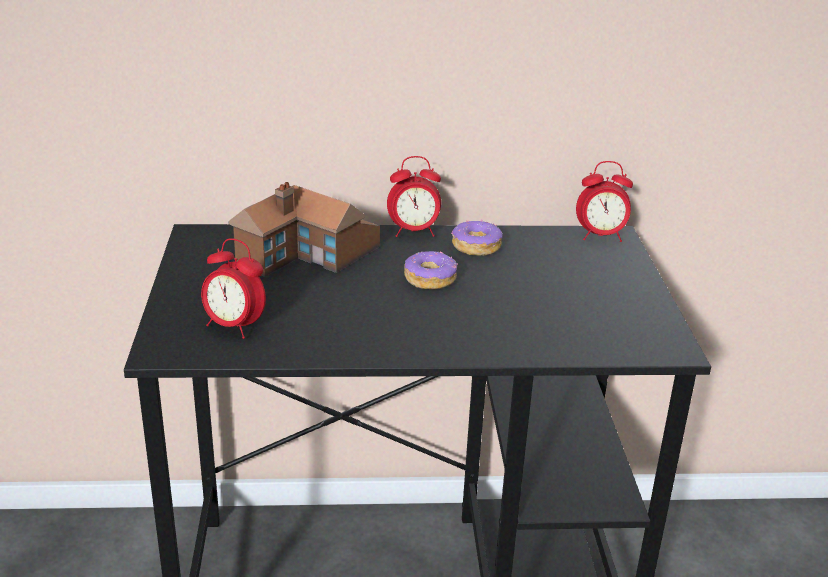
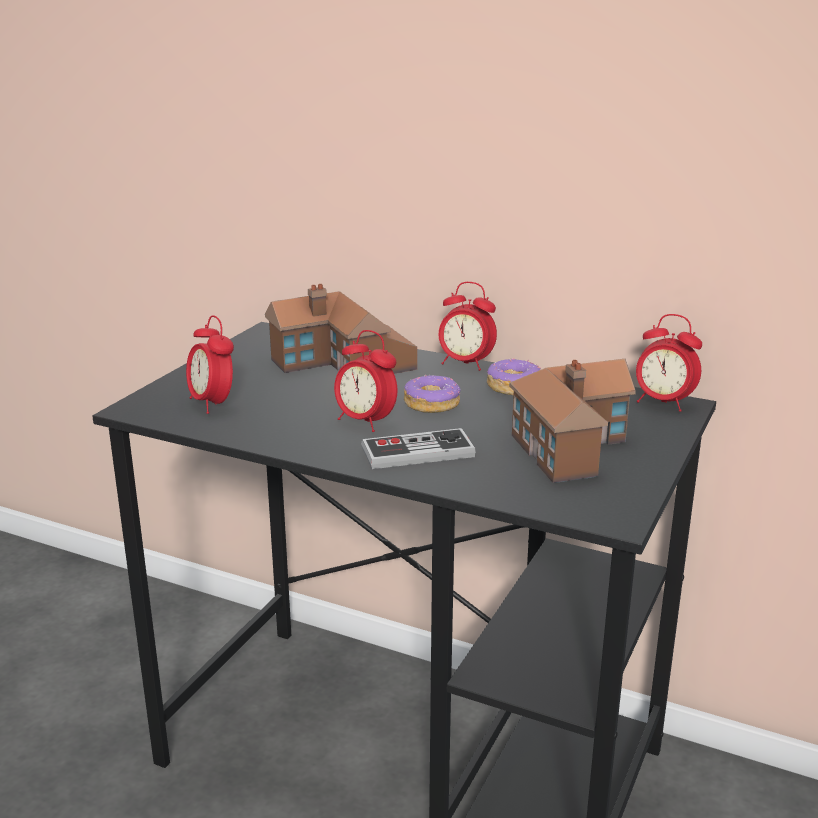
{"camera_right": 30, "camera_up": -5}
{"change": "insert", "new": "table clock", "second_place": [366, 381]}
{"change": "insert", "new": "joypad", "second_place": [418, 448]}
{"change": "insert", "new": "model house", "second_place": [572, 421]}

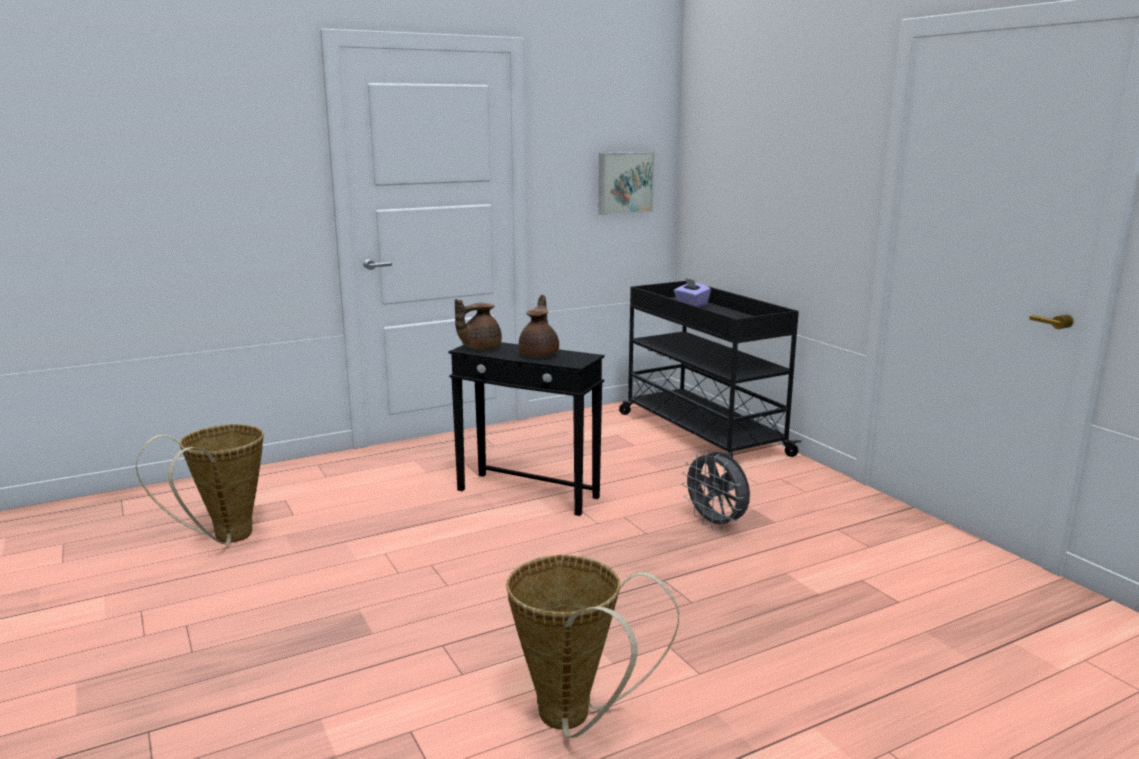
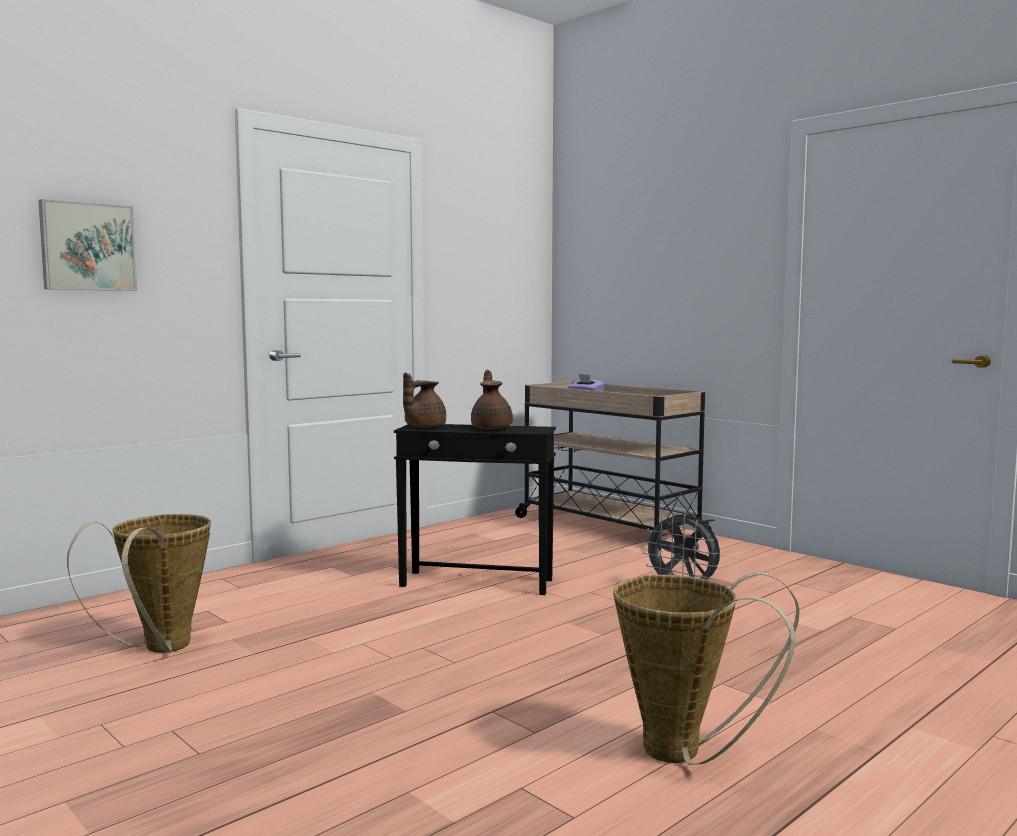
{"camera_right": -15, "camera_up": -10}
{"change": "move", "old": "wall art", "first_place": [626, 183], "second_place": [87, 245]}
{"change": "recolor", "old": "black wheeled cart", "new": "beige-coloured wheeled cart", "first_place": [710, 376], "second_place": [615, 465]}

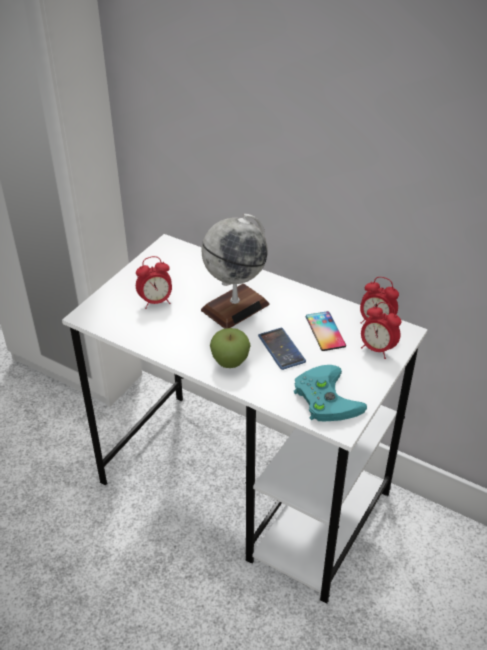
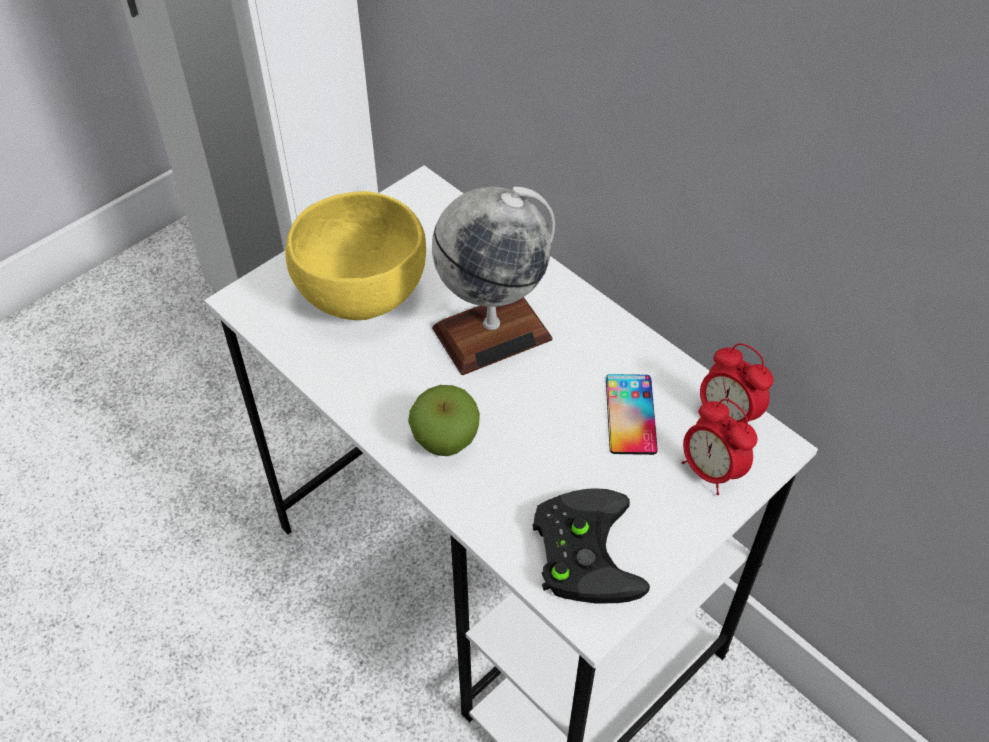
{"camera_right": 15, "camera_up": 10}
{"change": "replace", "old": "table clock", "new": "yellow serving bowl", "first_place": [154, 282], "second_place": [355, 255]}
{"change": "recolor", "old": "turquoise-coloured joypad", "new": "black joypad", "first_place": [330, 393], "second_place": [591, 546]}
{"change": "delete", "old": "phone", "first_place": [282, 349]}

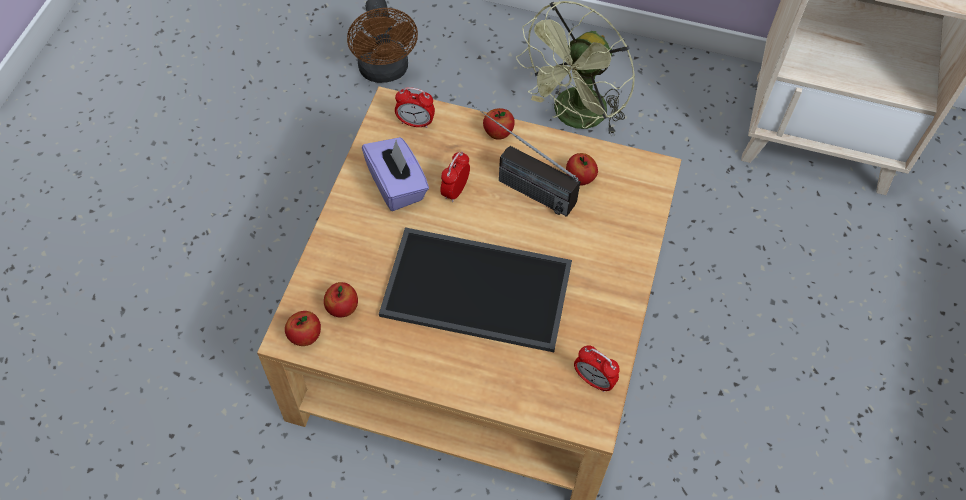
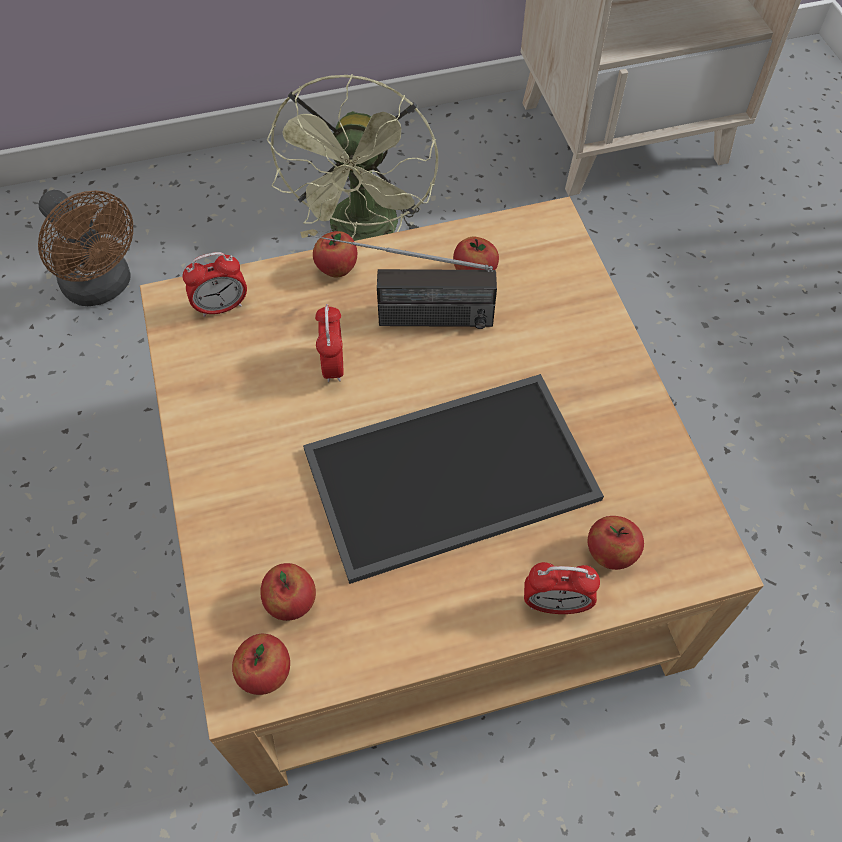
{"camera_right": -30, "camera_up": 0}
{"change": "move", "old": "table clock", "first_place": [597, 368], "second_place": [562, 588]}
{"change": "insert", "new": "apple fruit", "second_place": [615, 543]}
{"change": "delete", "old": "purplish box of tissues", "first_place": [395, 174]}

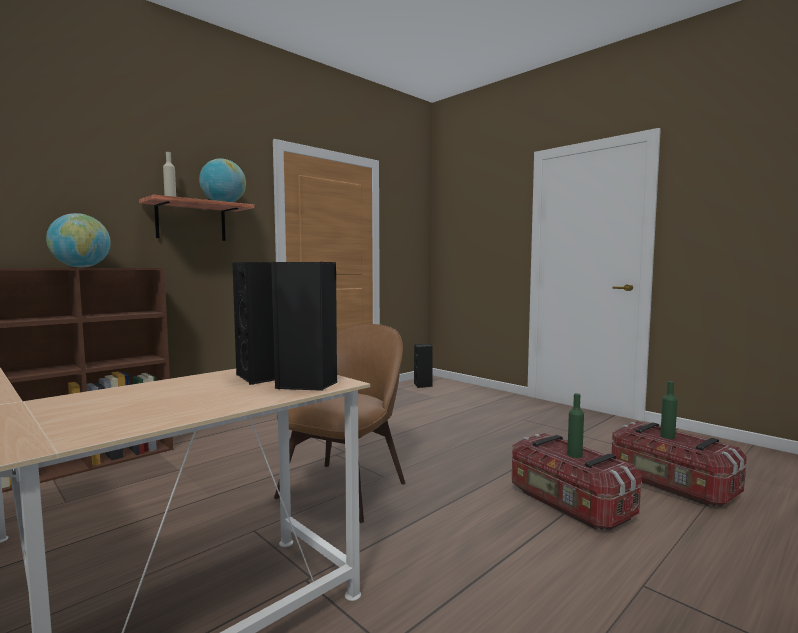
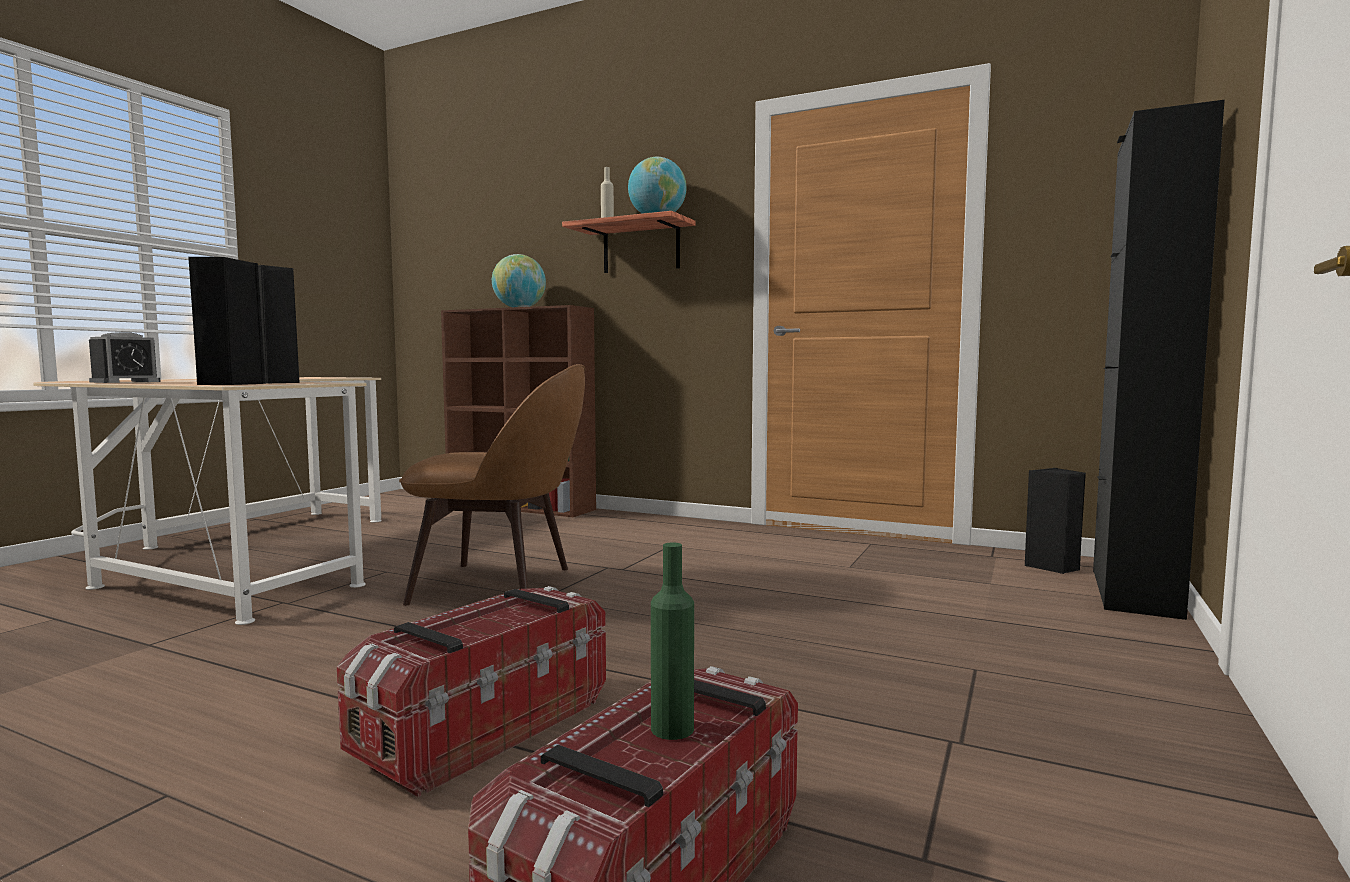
{"camera_right": 70, "camera_up": 0}
{"change": "insert", "new": "table clock", "second_place": [125, 357]}
{"change": "insert", "new": "black storage cabinet", "second_place": [1159, 360]}
{"change": "delete", "old": "greenish beverage bottle", "first_place": [575, 425]}

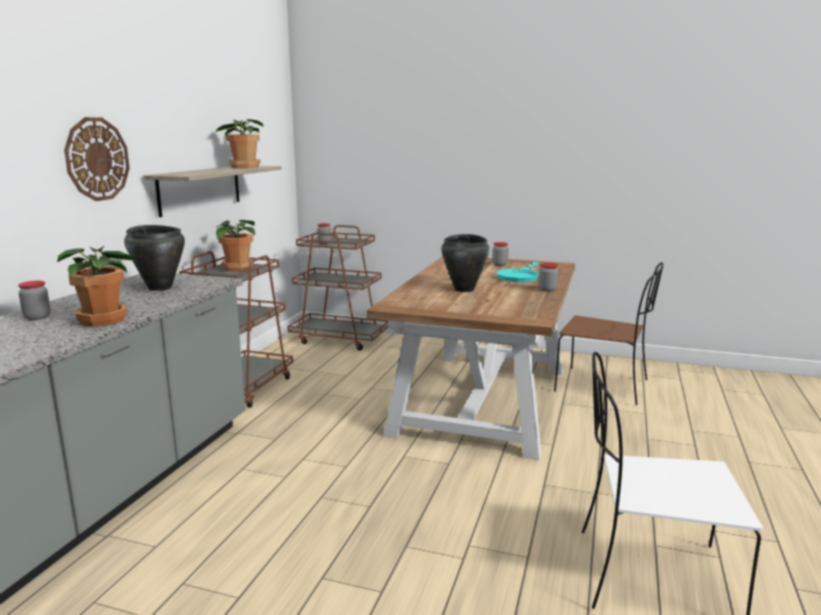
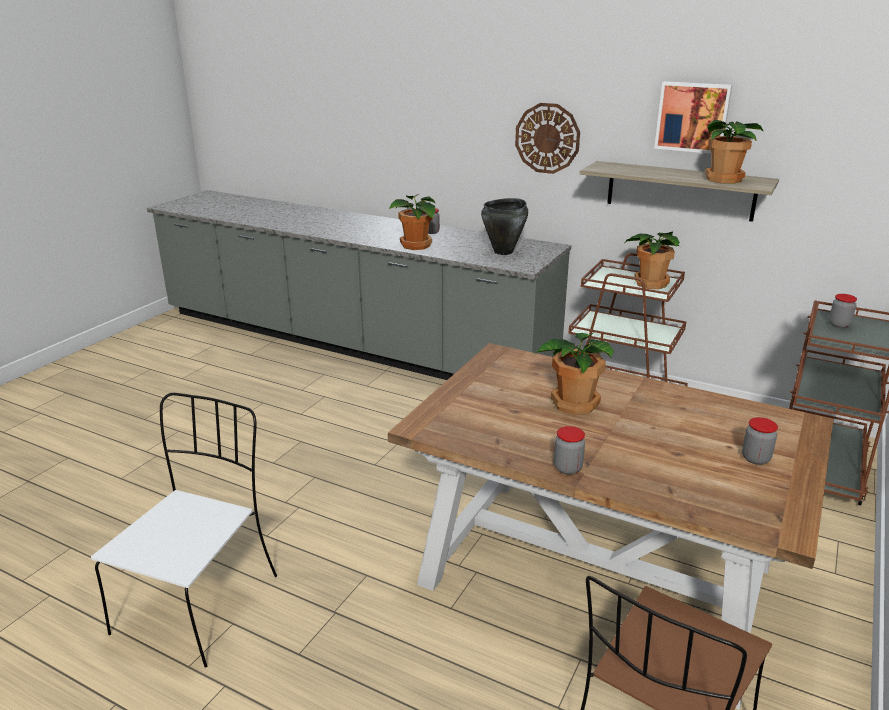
{"camera_right": 100, "camera_up": 10}
{"change": "replace", "old": "black saucepot", "new": "houseplant", "first_place": [465, 263], "second_place": [574, 373]}
{"change": "insert", "new": "wall art", "second_place": [693, 117]}
{"change": "delete", "old": "turquoise-coloured pan", "first_place": [517, 272]}

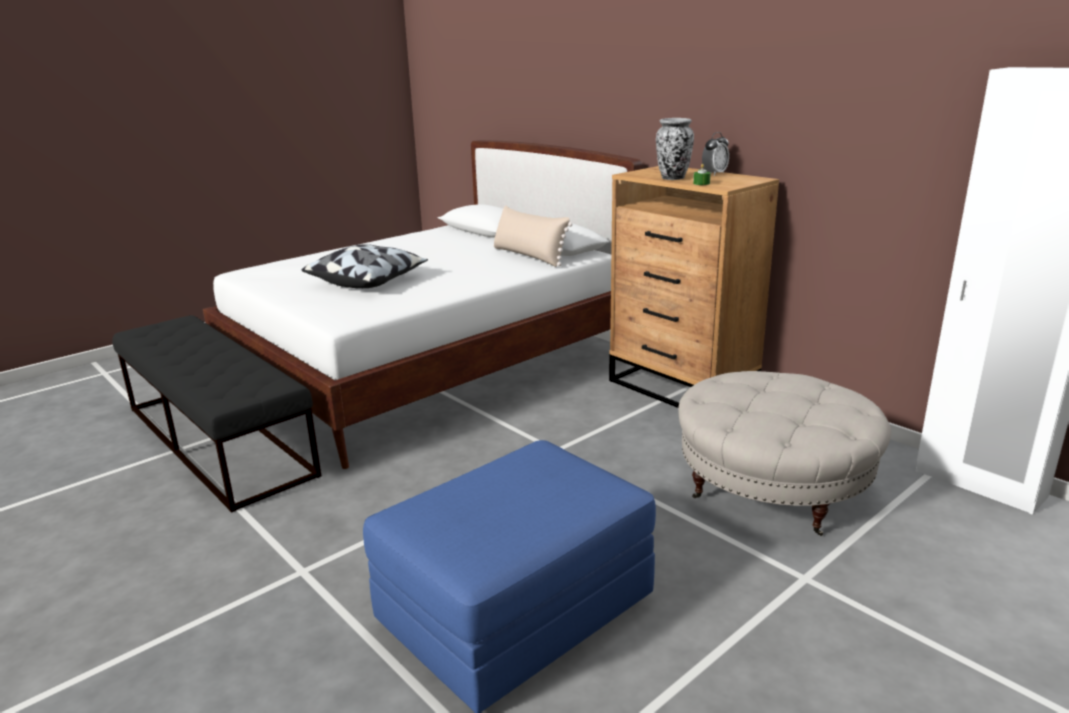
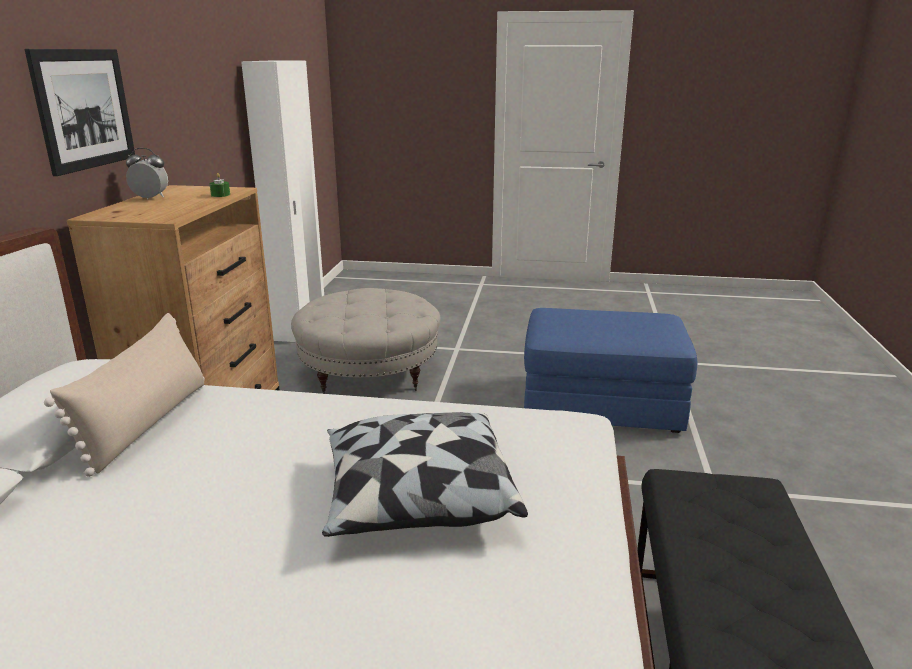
{"camera_right": -130, "camera_up": 0}
{"change": "insert", "new": "wall art", "second_place": [80, 112]}
{"change": "delete", "old": "flower vase", "first_place": [675, 149]}

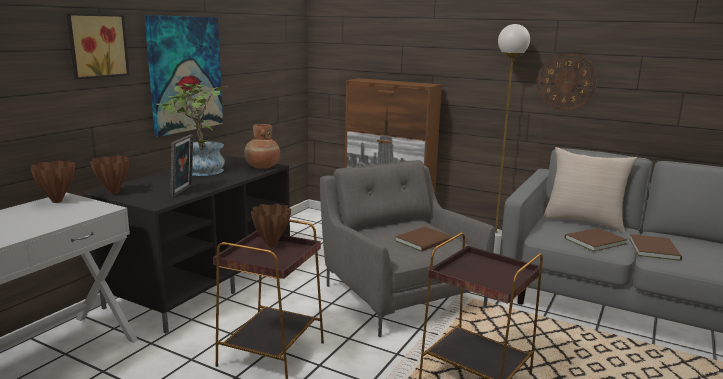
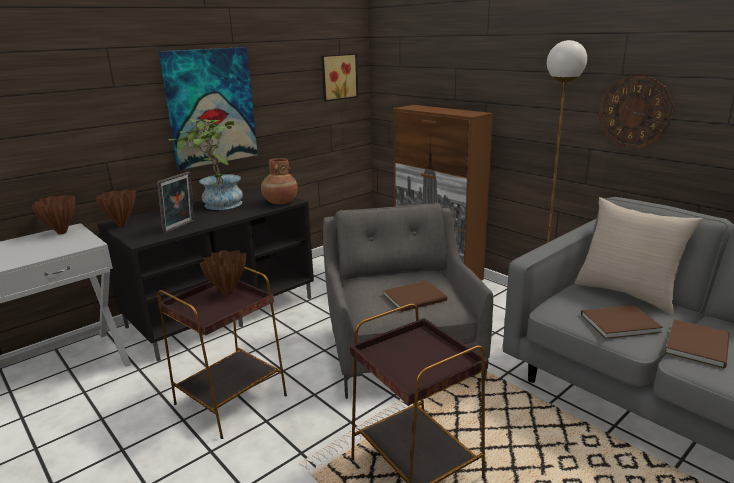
{"camera_right": 20, "camera_up": 5}
{"change": "move", "old": "wall art", "first_place": [98, 46], "second_place": [339, 77]}

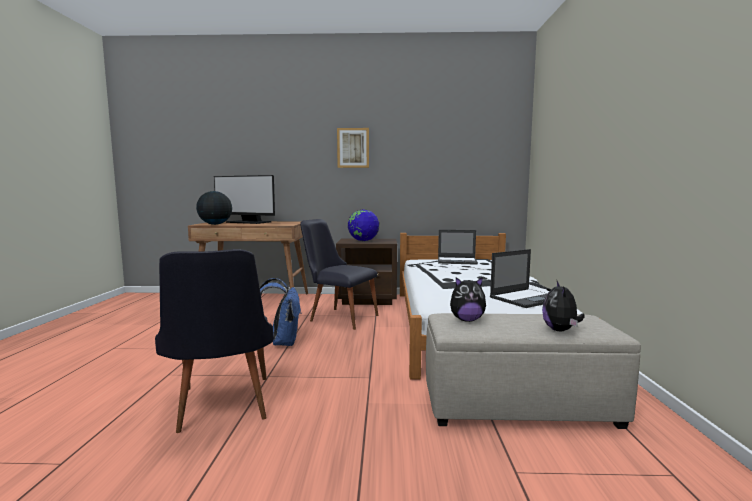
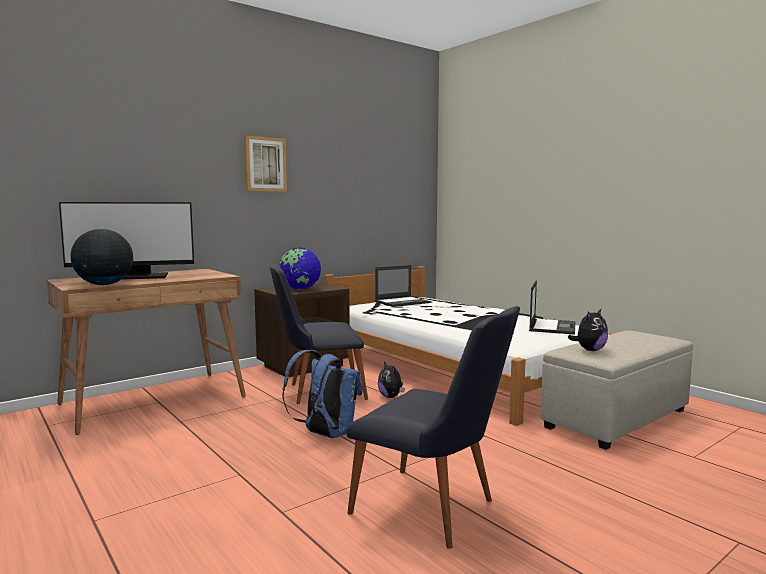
{"camera_right": -40, "camera_up": 0}
{"change": "move", "old": "cuddly toy", "first_place": [563, 306], "second_place": [391, 379]}

